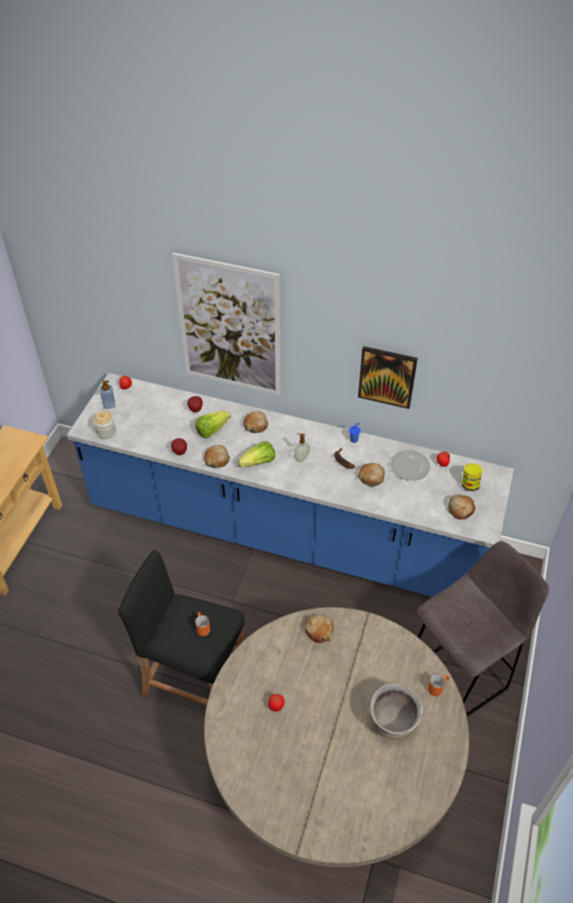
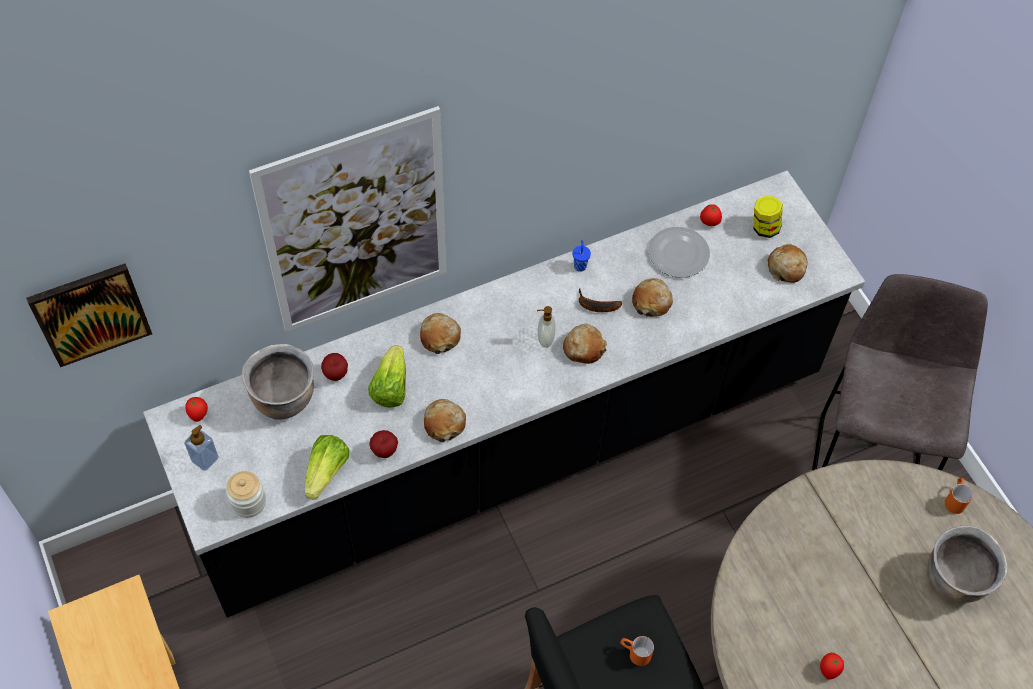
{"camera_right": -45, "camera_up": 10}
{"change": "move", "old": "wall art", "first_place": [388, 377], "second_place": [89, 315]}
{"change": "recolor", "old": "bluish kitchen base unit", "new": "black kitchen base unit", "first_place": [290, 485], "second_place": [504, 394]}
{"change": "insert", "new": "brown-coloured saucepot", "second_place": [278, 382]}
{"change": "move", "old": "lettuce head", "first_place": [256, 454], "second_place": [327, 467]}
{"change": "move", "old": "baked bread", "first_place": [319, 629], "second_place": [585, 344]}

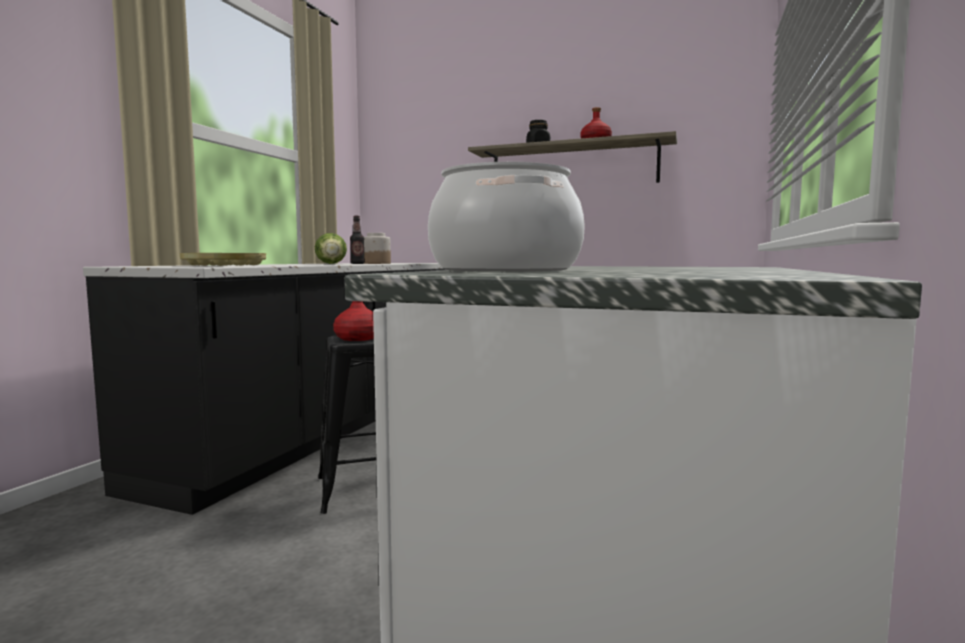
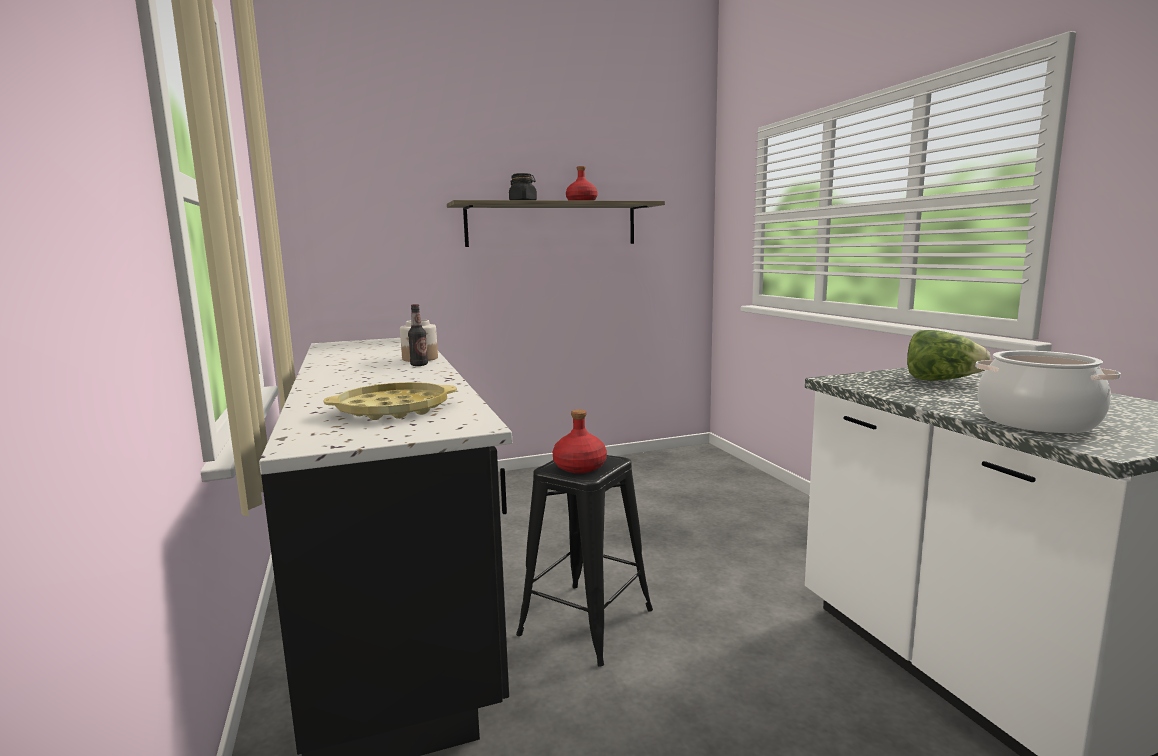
{"camera_right": -40, "camera_up": 5}
{"change": "move", "old": "lettuce head", "first_place": [331, 248], "second_place": [949, 355]}

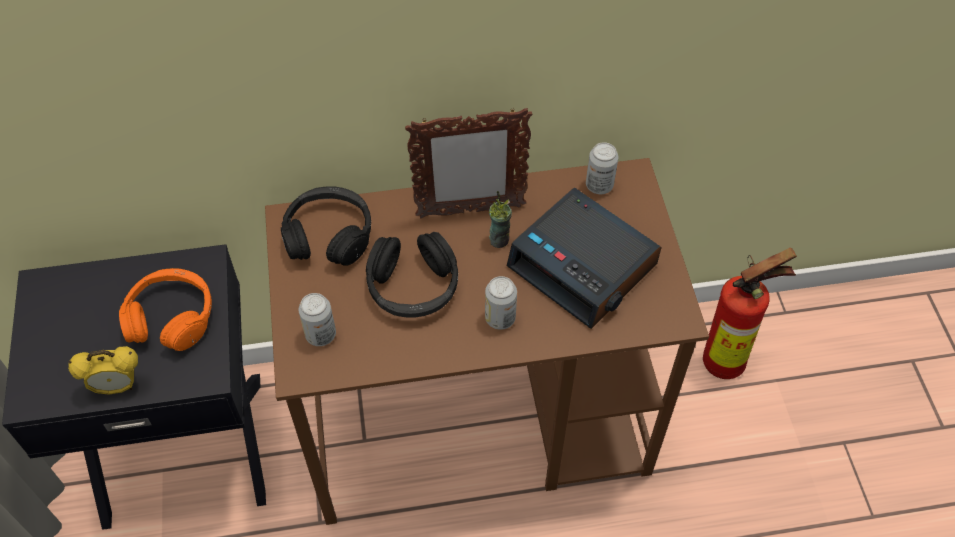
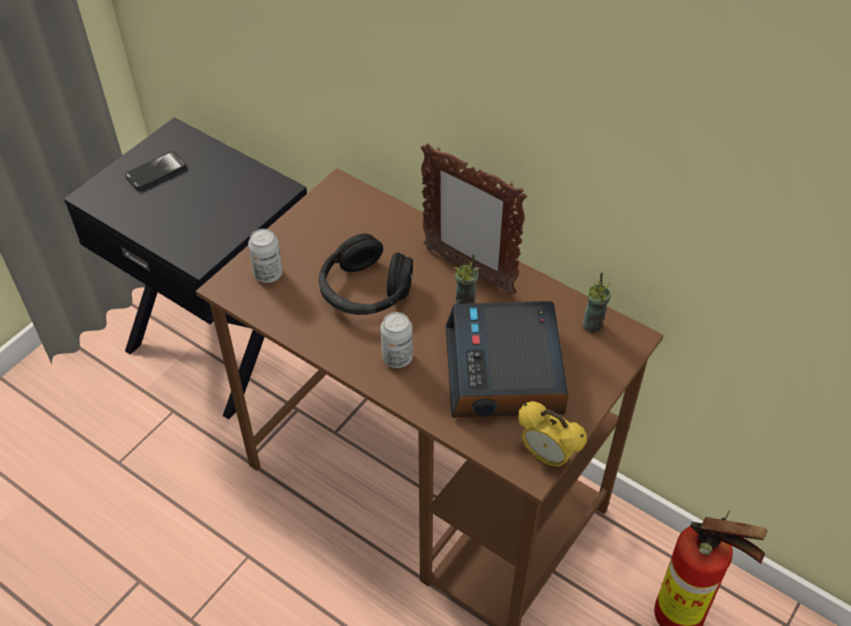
{"camera_right": 45, "camera_up": -5}
{"change": "insert", "new": "phone", "second_place": [155, 170]}
{"change": "move", "old": "table clock", "first_place": [103, 370], "second_place": [552, 435]}
{"change": "replace", "old": "can", "new": "drinking cup", "first_place": [602, 168], "second_place": [597, 302]}
{"change": "delete", "old": "orangey headphones", "first_place": [165, 309]}
{"change": "delete", "old": "black headphones", "first_place": [326, 226]}

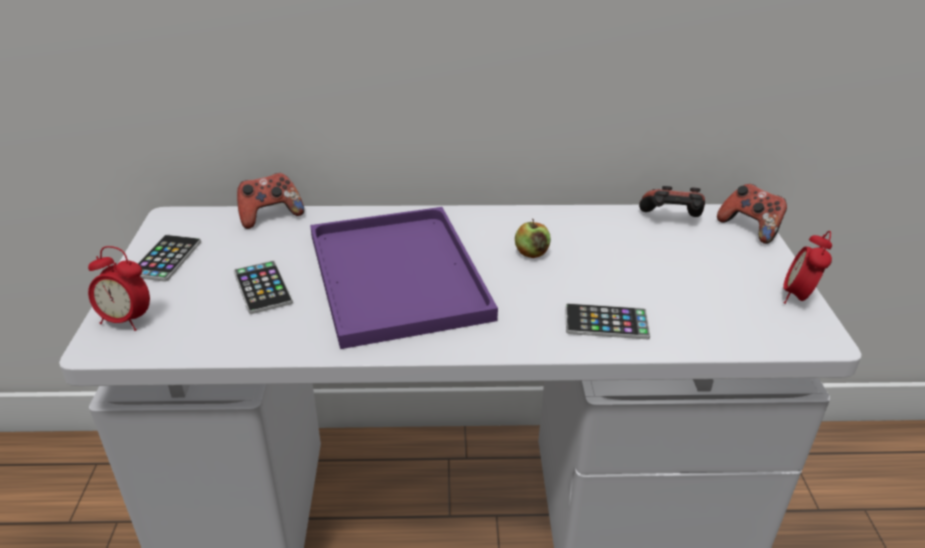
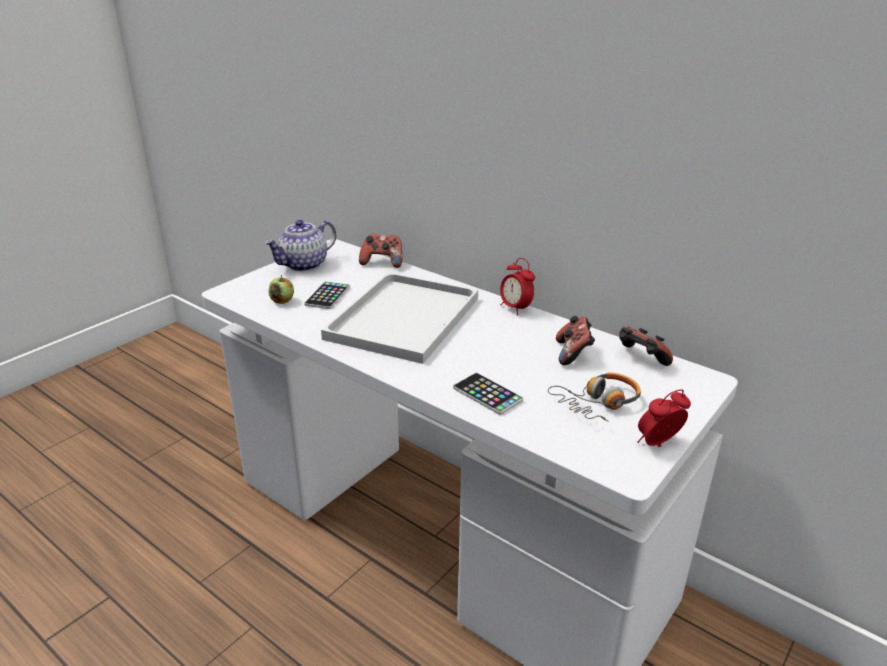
{"camera_right": 40, "camera_up": -5}
{"change": "replace", "old": "phone", "new": "teapot", "first_place": [169, 258], "second_place": [300, 245]}
{"change": "move", "old": "apple fruit", "first_place": [533, 238], "second_place": [281, 289]}
{"change": "recolor", "old": "purplish tray", "new": "white tray", "first_place": [404, 278], "second_place": [399, 318]}
{"change": "move", "old": "table clock", "first_place": [119, 288], "second_place": [517, 286]}
{"change": "insert", "new": "headphones", "second_place": [594, 397]}
{"change": "move", "old": "joypad", "first_place": [752, 214], "second_place": [575, 340]}

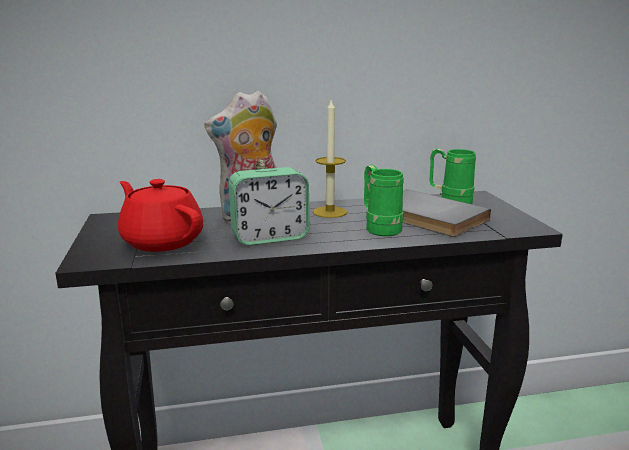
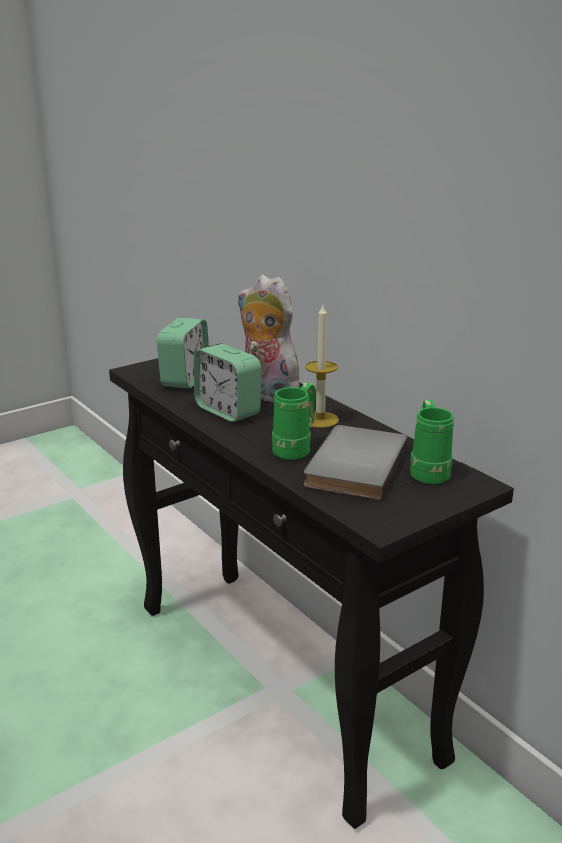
{"camera_right": 65, "camera_up": 5}
{"change": "replace", "old": "red-coloured teapot", "new": "table clock", "first_place": [160, 215], "second_place": [183, 353]}

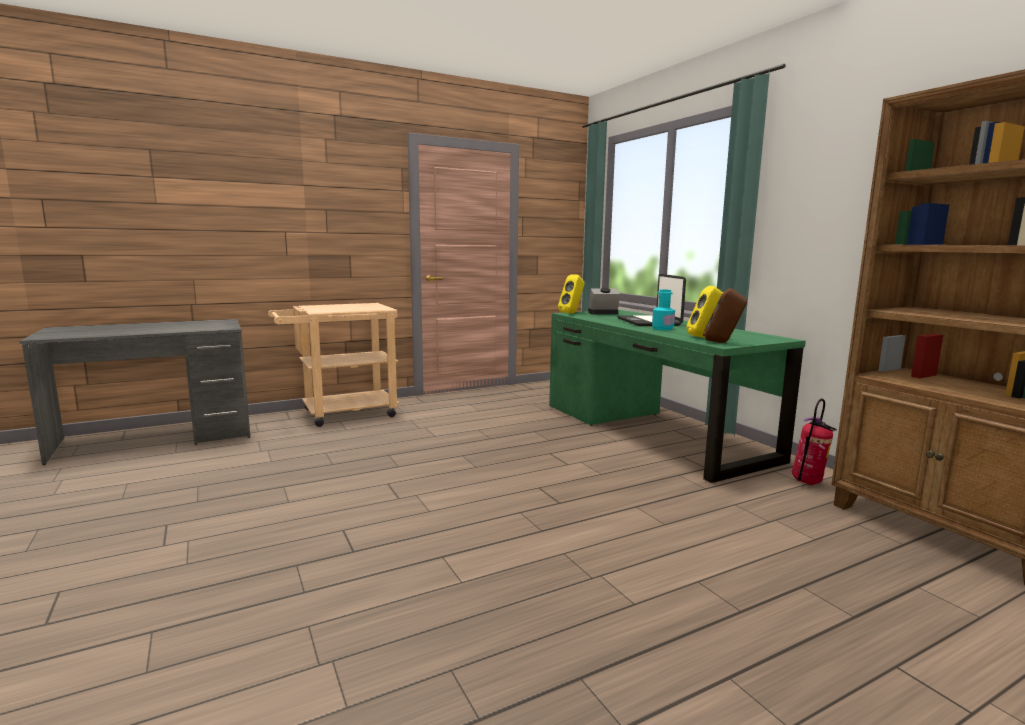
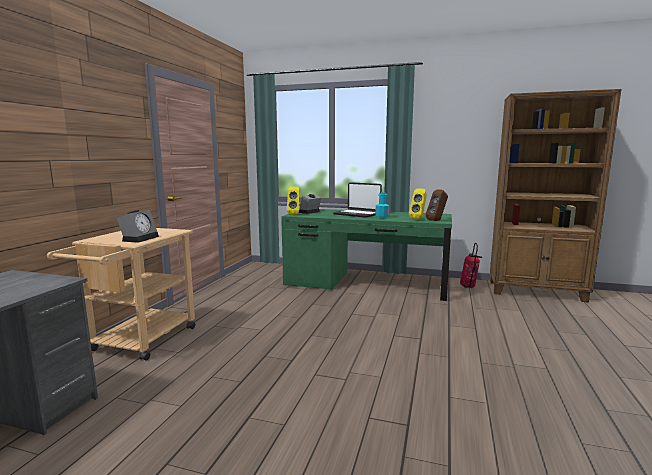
{"camera_right": -45, "camera_up": 0}
{"change": "insert", "new": "table clock", "second_place": [138, 226]}

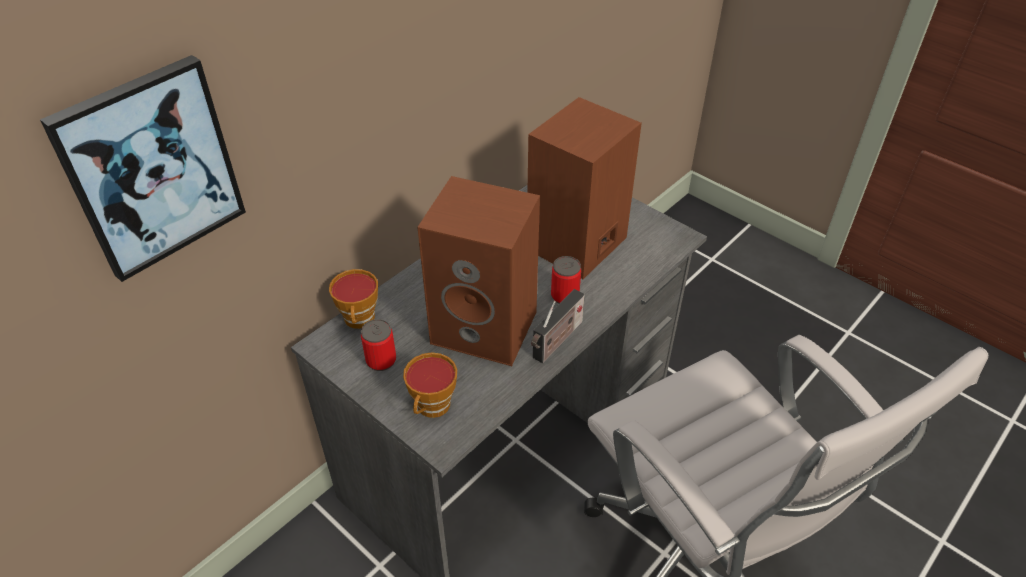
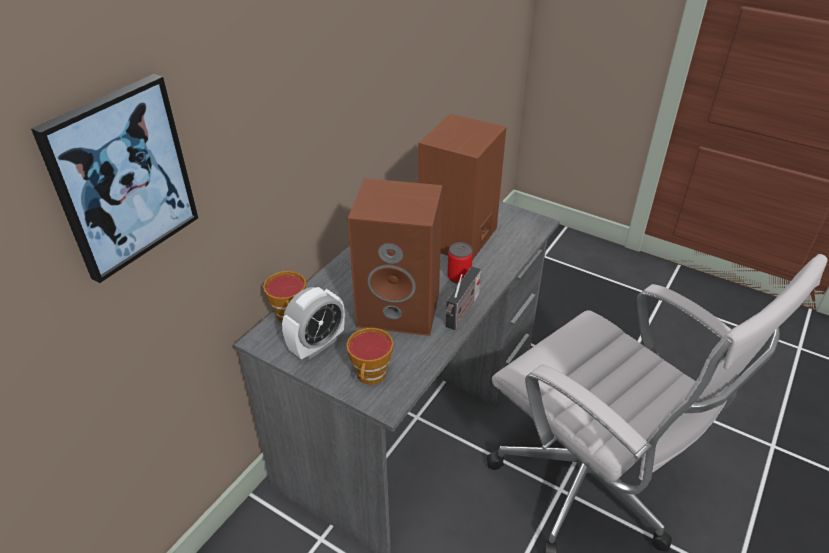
{"camera_right": -10, "camera_up": -5}
{"change": "replace", "old": "can", "new": "table clock", "first_place": [378, 345], "second_place": [313, 323]}

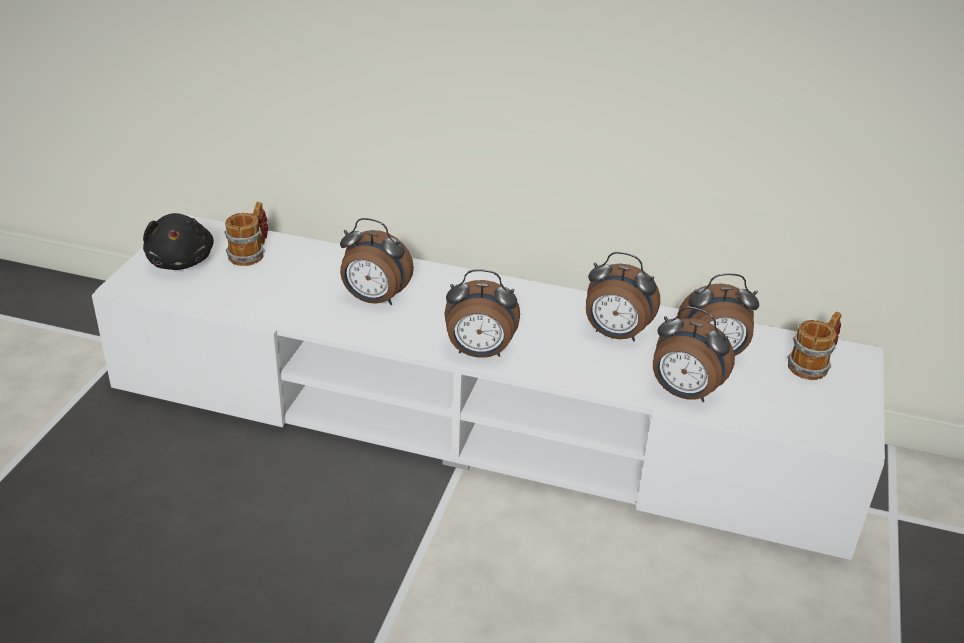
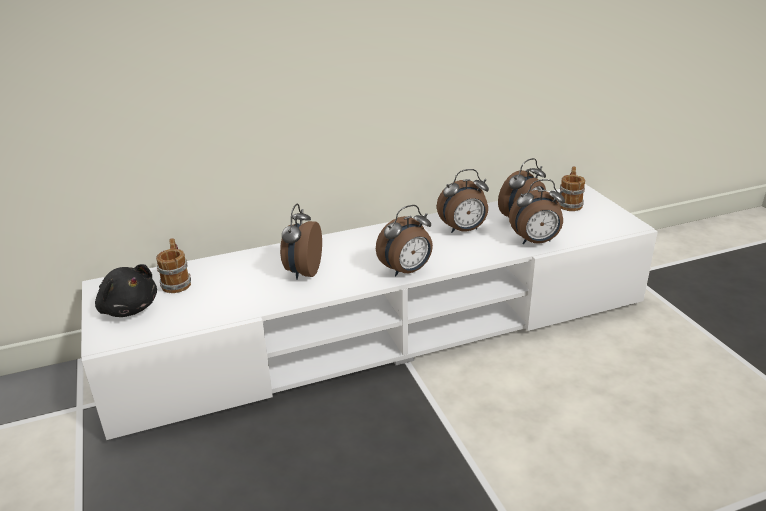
{"camera_right": -35, "camera_up": -5}
{"change": "rotate", "old": "table clock", "first_place": [377, 261], "second_place": [301, 242], "degrees": 120}

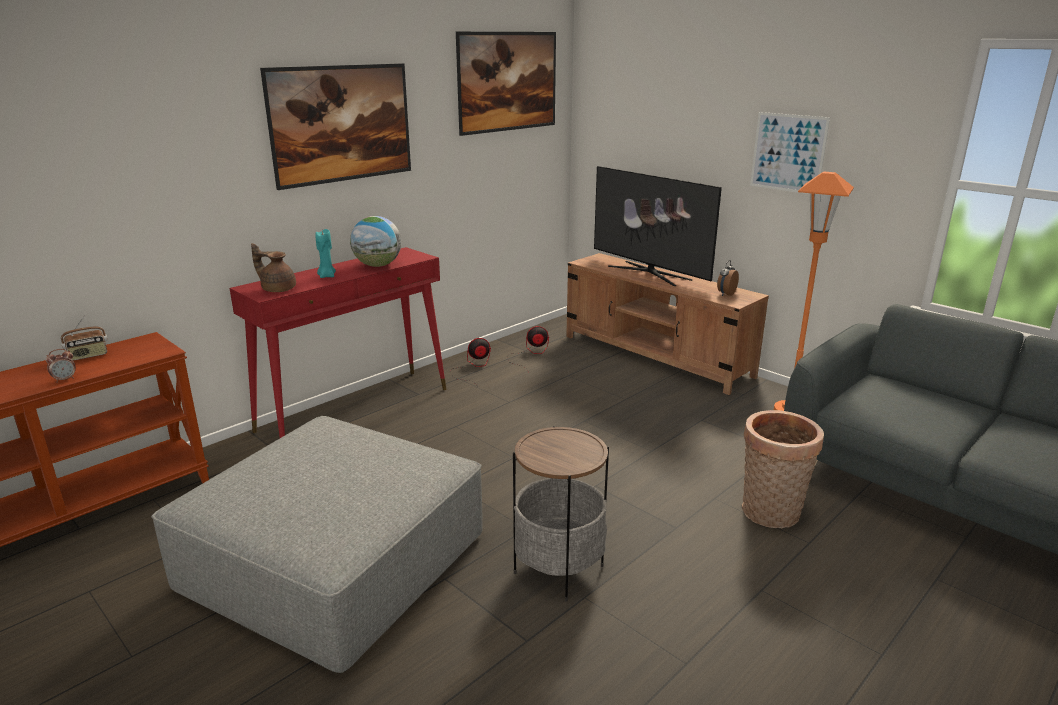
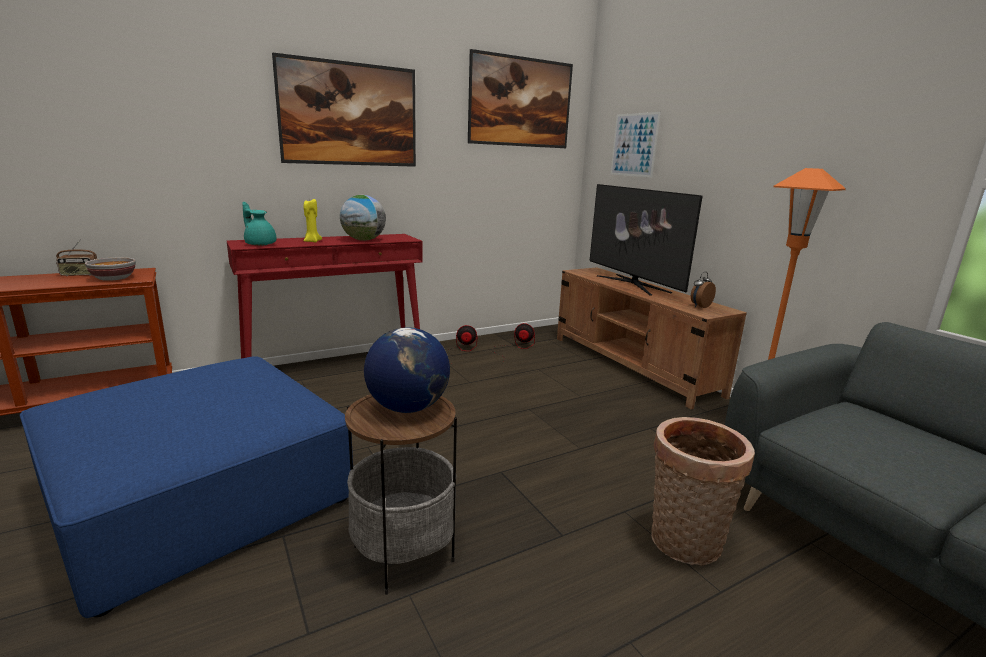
{"camera_right": 15, "camera_up": -5}
{"change": "recolor", "old": "greyish footrest", "new": "bluish footrest", "first_place": [317, 544], "second_place": [186, 487]}
{"change": "insert", "new": "serving bowl", "second_place": [110, 269]}
{"change": "recolor", "old": "brown-coloured teapot", "new": "turquoise-coloured teapot", "first_place": [273, 267], "second_place": [259, 224]}
{"change": "recolor", "old": "turquoise-coloured wax light", "new": "yellow wax light", "first_place": [325, 253], "second_place": [312, 221]}
{"change": "insert", "new": "desk globe", "second_place": [407, 370]}
{"change": "move", "old": "wall art", "first_place": [790, 153], "second_place": [636, 145]}
{"change": "delete", "old": "table clock", "first_place": [61, 366]}

